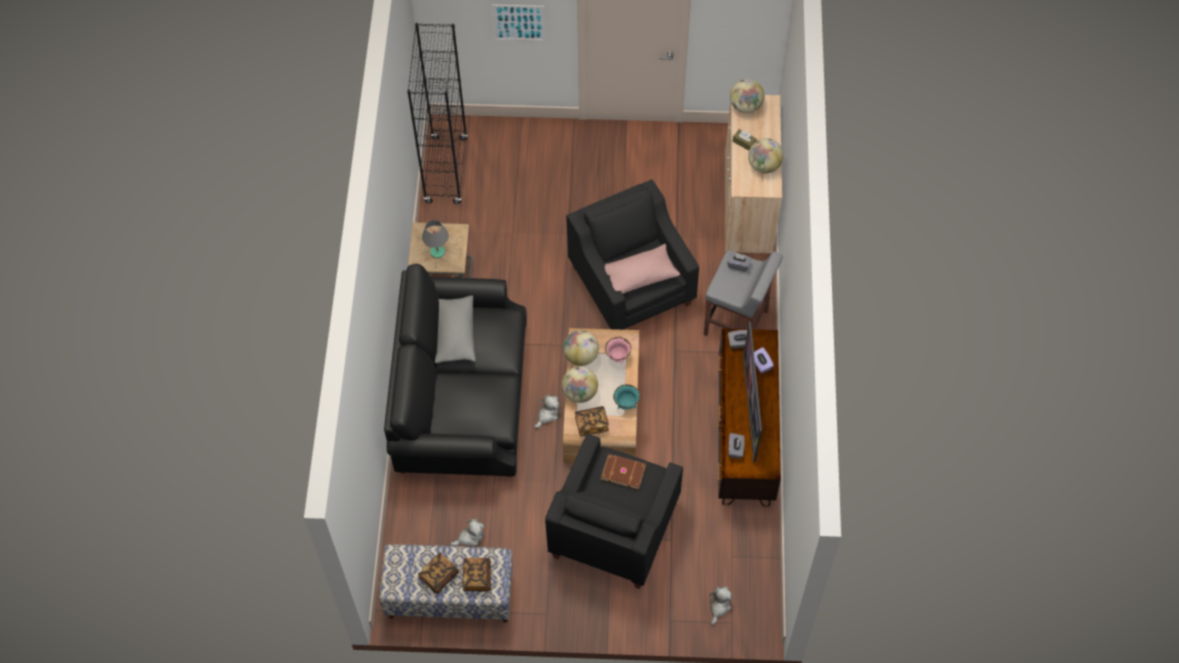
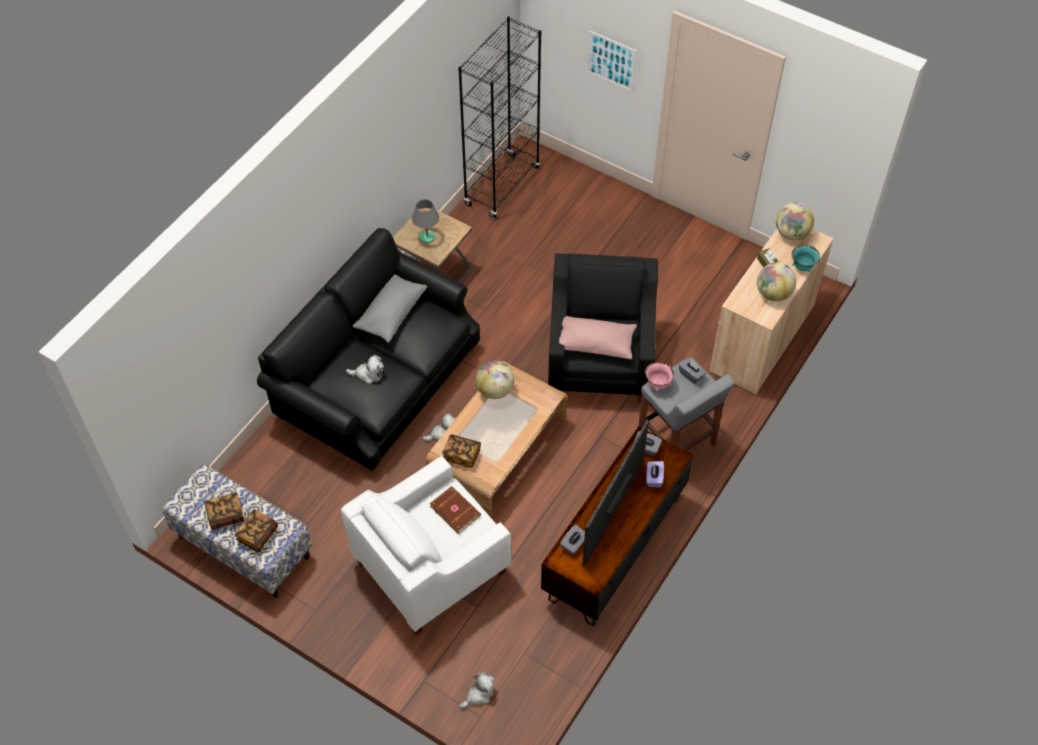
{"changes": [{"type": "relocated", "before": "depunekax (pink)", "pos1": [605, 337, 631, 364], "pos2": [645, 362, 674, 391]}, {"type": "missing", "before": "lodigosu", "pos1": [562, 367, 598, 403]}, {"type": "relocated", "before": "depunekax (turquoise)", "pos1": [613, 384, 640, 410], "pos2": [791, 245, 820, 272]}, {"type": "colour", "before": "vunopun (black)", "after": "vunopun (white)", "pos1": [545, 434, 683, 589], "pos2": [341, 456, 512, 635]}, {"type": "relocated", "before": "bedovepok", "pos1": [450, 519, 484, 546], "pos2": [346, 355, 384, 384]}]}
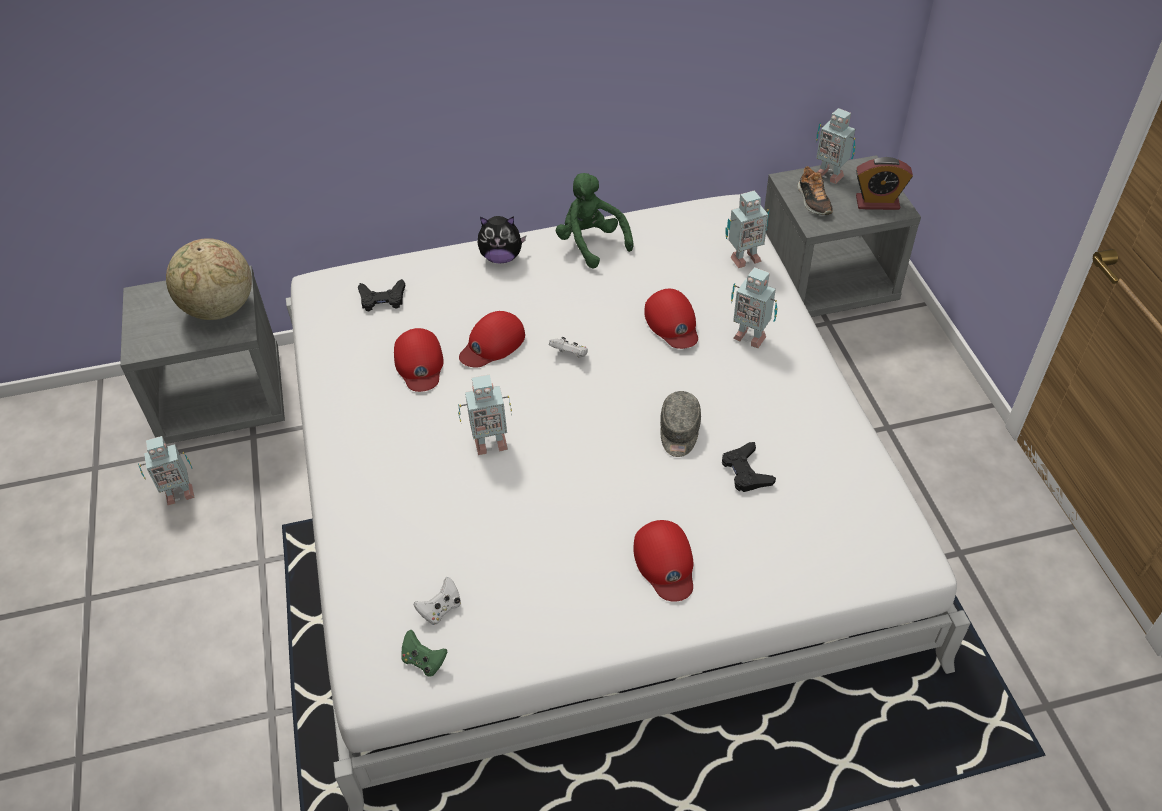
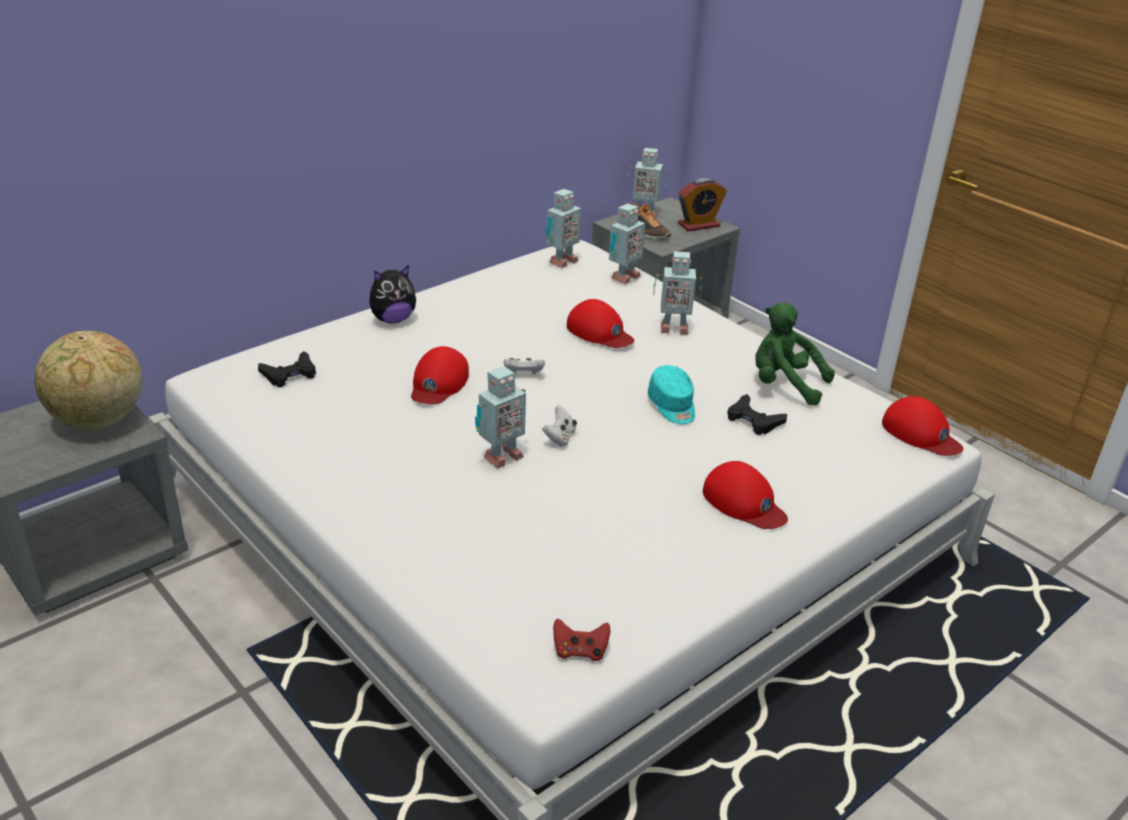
{"changes": [{"type": "relocated", "before": "bedovepok (green)", "pos1": [556, 173, 633, 269], "pos2": [755, 302, 835, 406]}, {"type": "relocated", "before": "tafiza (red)", "pos1": [394, 328, 444, 392], "pos2": [882, 396, 964, 456]}, {"type": "colour", "before": "tafiza (grey)", "after": "tafiza (turquoise)", "pos1": [660, 391, 701, 457], "pos2": [648, 365, 695, 424]}, {"type": "relocated", "before": "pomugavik", "pos1": [138, 436, 194, 505], "pos2": [546, 189, 581, 268]}, {"type": "relocated", "before": "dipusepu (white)", "pos1": [414, 577, 461, 625], "pos2": [542, 405, 577, 447]}, {"type": "colour", "before": "dipusepu (green)", "after": "dipusepu (red)", "pos1": [401, 630, 447, 677], "pos2": [553, 618, 611, 661]}]}
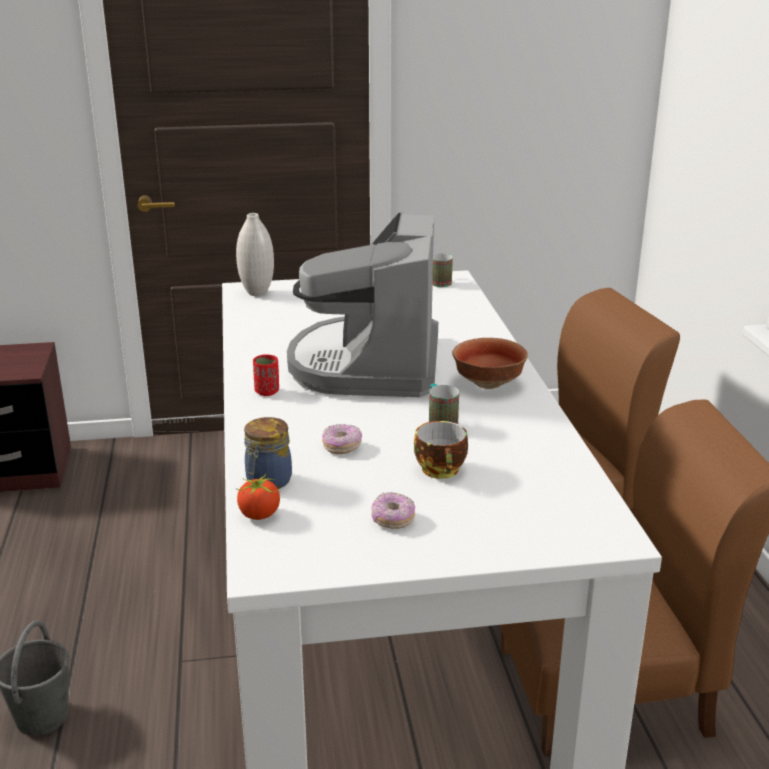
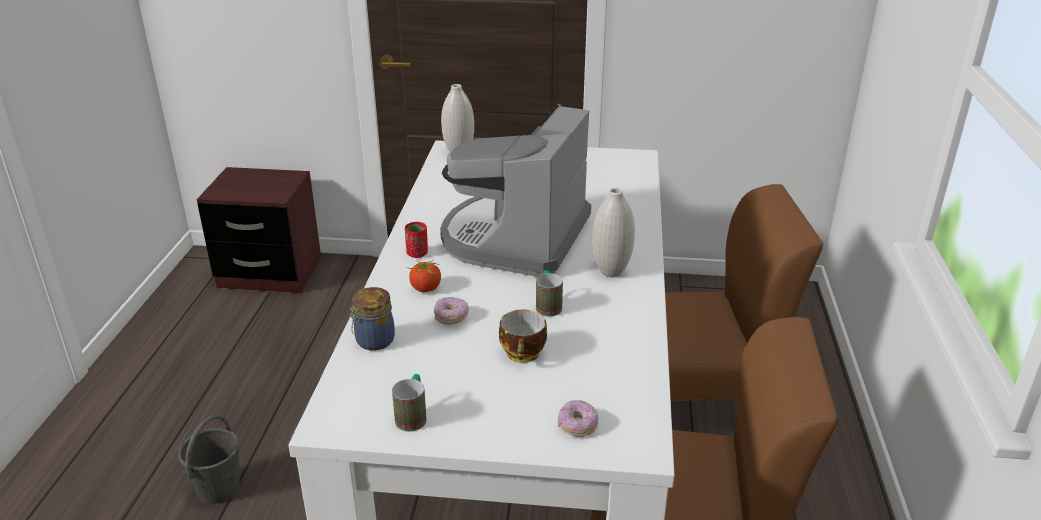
{"changes": [{"type": "relocated", "before": "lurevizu", "pos1": [432, 253, 453, 287], "pos2": [392, 374, 427, 432]}, {"type": "exchanged", "before": "depunekax", "after": "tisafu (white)", "pos1": [452, 338, 528, 389], "pos2": [592, 188, 635, 277]}, {"type": "relocated", "before": "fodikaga", "pos1": [236, 474, 280, 520], "pos2": [407, 260, 441, 292]}, {"type": "relocated", "before": "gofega", "pos1": [371, 492, 415, 529], "pos2": [558, 400, 599, 437]}]}
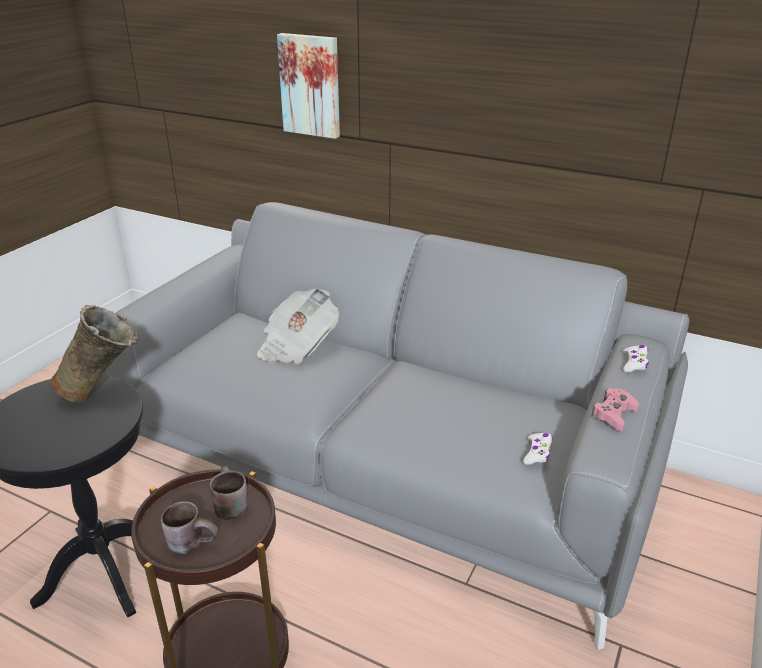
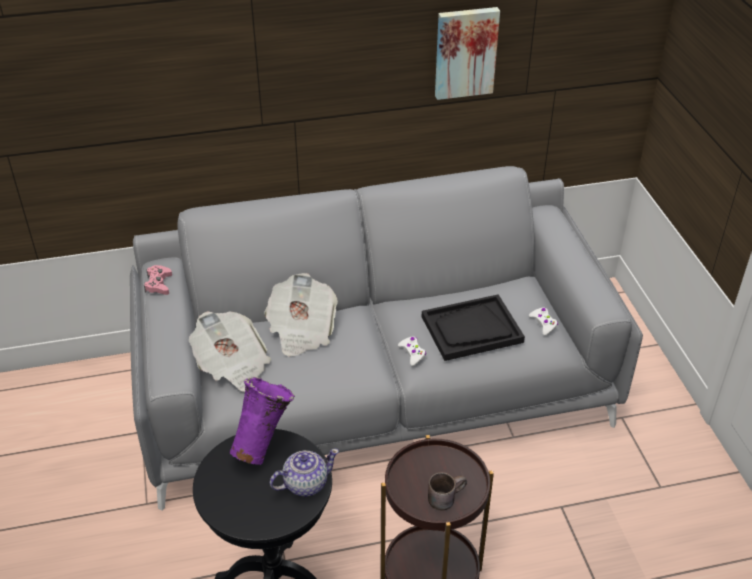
{"changes": [{"type": "relocated", "before": "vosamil", "pos1": [277, 33, 340, 139], "pos2": [435, 7, 500, 100]}, {"type": "colour", "before": "tisafu (beige)", "after": "tisafu (purple)", "pos1": [50, 305, 139, 402], "pos2": [230, 377, 295, 465]}, {"type": "relocated", "before": "dipusepu (white)", "pos1": [623, 345, 649, 373], "pos2": [398, 336, 426, 366]}, {"type": "relocated", "before": "dipusepu (pink)", "pos1": [591, 388, 639, 431], "pos2": [144, 265, 172, 295]}, {"type": "missing", "before": "lurevizu (brown)", "pos1": [209, 466, 248, 520]}, {"type": "appeared", "after": "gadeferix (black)", "pos2": [422, 294, 525, 361]}, {"type": "appeared", "after": "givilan", "pos2": [189, 311, 271, 392]}, {"type": "appeared", "after": "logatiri", "pos2": [270, 449, 339, 496]}]}
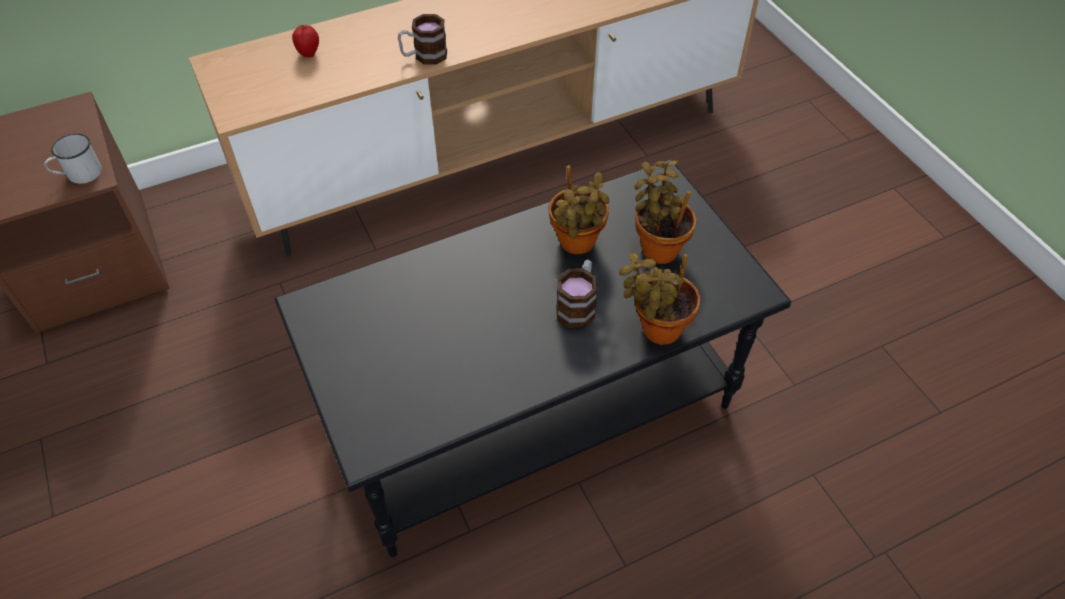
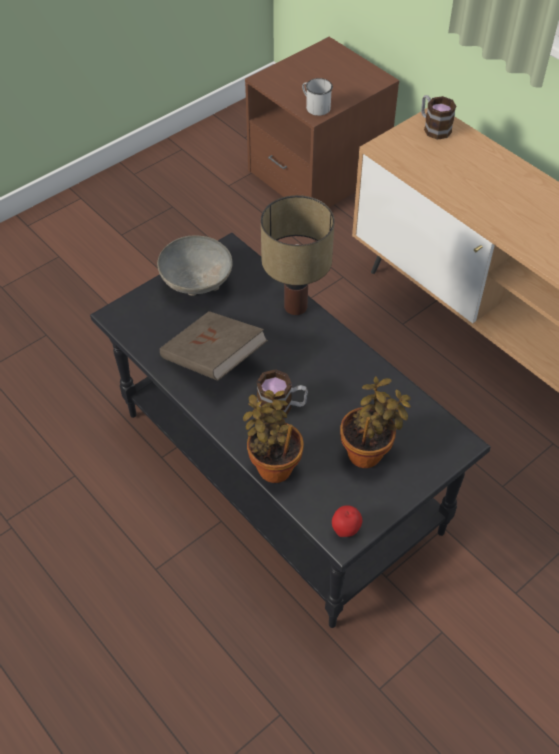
{"changes": [{"type": "relocated", "before": "lurevizu", "pos1": [398, 14, 447, 65], "pos2": [421, 95, 456, 140]}, {"type": "relocated", "before": "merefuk", "pos1": [292, 25, 319, 58], "pos2": [332, 505, 362, 537]}, {"type": "missing", "before": "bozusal", "pos1": [548, 165, 610, 254]}, {"type": "appeared", "after": "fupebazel", "pos2": [261, 195, 335, 315]}, {"type": "appeared", "after": "depunekax (grey)", "pos2": [157, 236, 233, 296]}, {"type": "appeared", "after": "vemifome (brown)", "pos2": [160, 311, 268, 381]}]}
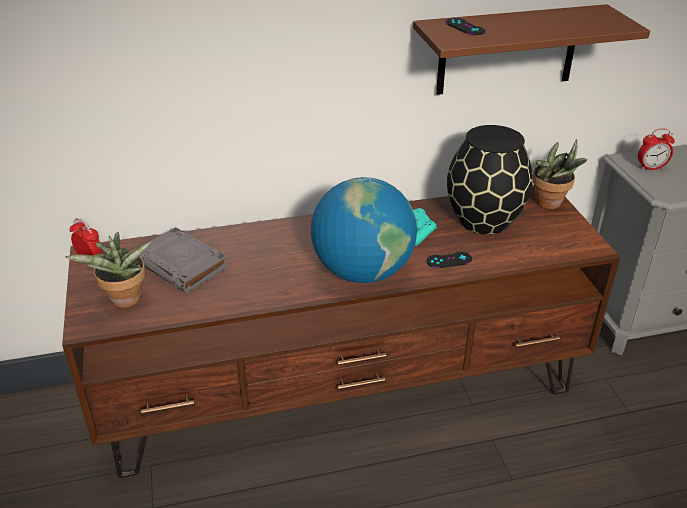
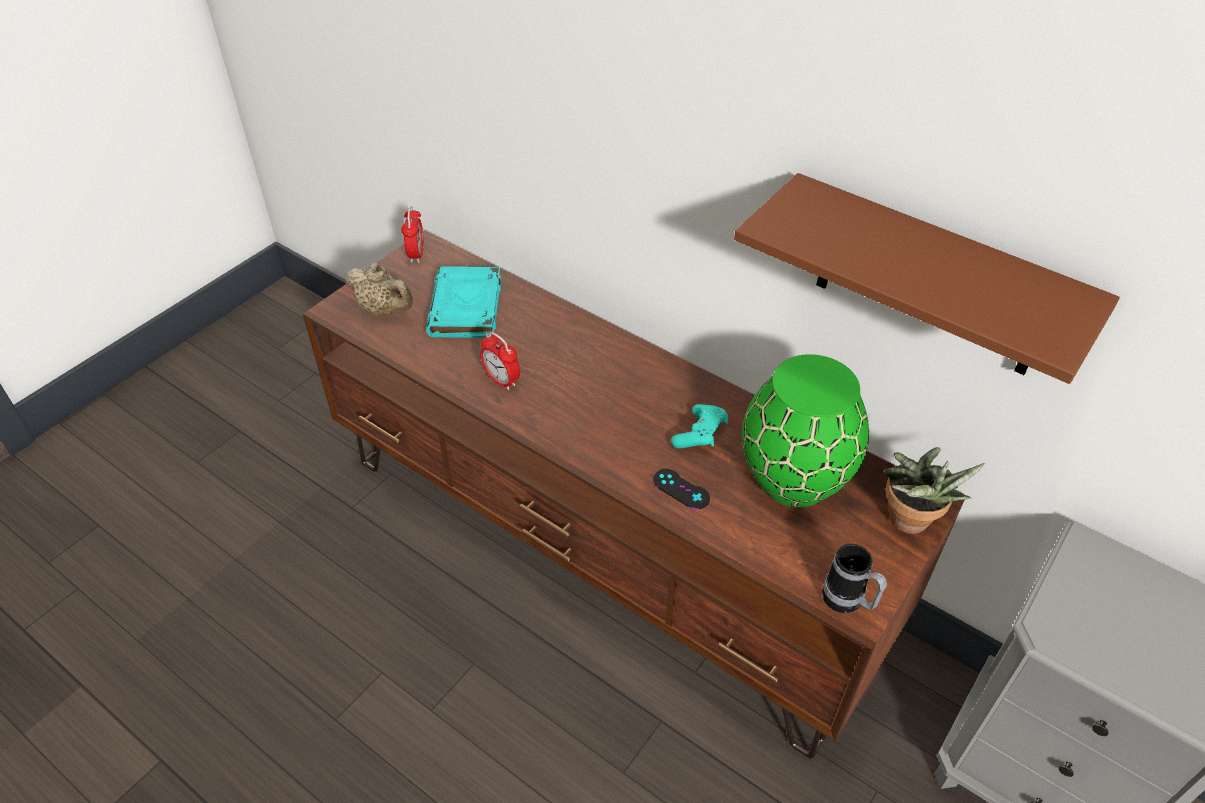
{"changes": [{"type": "missing", "before": "dipusepu (black)", "pos1": [446, 18, 485, 35]}, {"type": "colour", "before": "tisafu (black)", "after": "tisafu (green)", "pos1": [447, 125, 533, 235], "pos2": [742, 354, 869, 507]}, {"type": "relocated", "before": "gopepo", "pos1": [638, 128, 675, 170], "pos2": [480, 332, 520, 390]}, {"type": "missing", "before": "lodigosu", "pos1": [311, 177, 417, 283]}, {"type": "colour", "before": "vemifome (grey)", "after": "vemifome (turquoise)", "pos1": [139, 227, 228, 293], "pos2": [426, 266, 501, 338]}, {"type": "exchanged", "before": "bozusal", "after": "logatiri (beige)", "pos1": [65, 232, 151, 308], "pos2": [345, 262, 413, 315]}, {"type": "appeared", "after": "lurevizu", "pos2": [822, 544, 887, 613]}]}
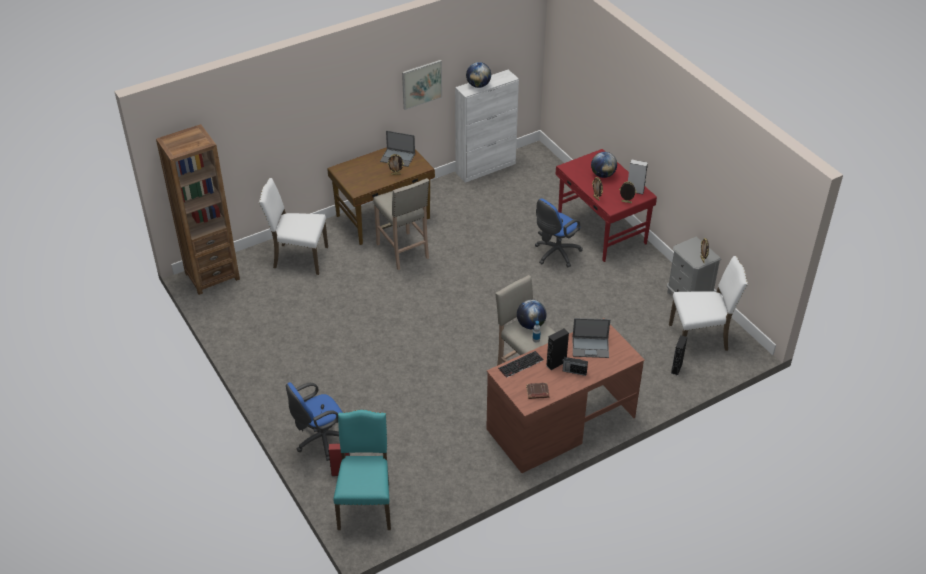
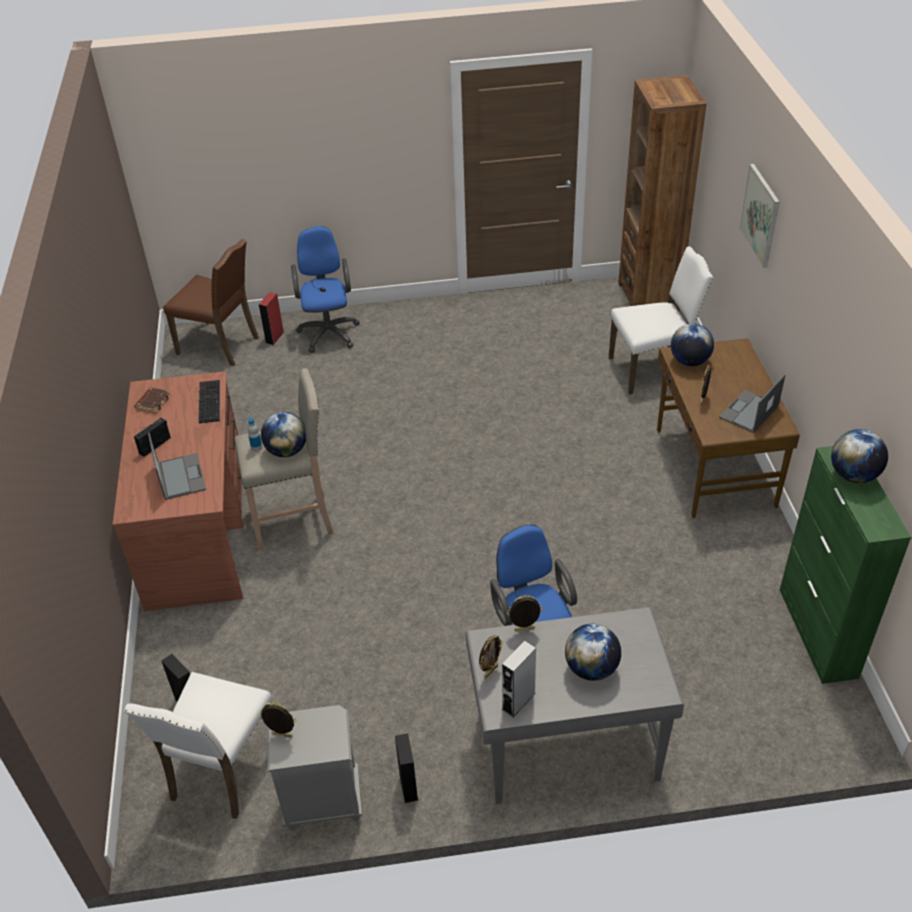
{"changes": [{"type": "relocated", "before": "vosamil", "pos1": [402, 60, 442, 110], "pos2": [739, 164, 780, 268]}, {"type": "colour", "before": "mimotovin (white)", "after": "mimotovin (green)", "pos1": [455, 70, 519, 183], "pos2": [780, 446, 911, 684]}, {"type": "colour", "before": "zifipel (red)", "after": "zifipel (grey)", "pos1": [556, 149, 657, 262], "pos2": [466, 607, 684, 804]}, {"type": "spun", "before": "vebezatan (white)", "pos1": [259, 178, 328, 275], "pos2": [609, 246, 714, 395], "turn": 45}, {"type": "missing", "before": "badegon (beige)", "pos1": [373, 178, 429, 270]}, {"type": "spun", "before": "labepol", "pos1": [573, 318, 610, 358], "pos2": [148, 432, 206, 500], "turn": 135}, {"type": "relocated", "before": "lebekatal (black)", "pos1": [546, 329, 569, 370], "pos2": [395, 733, 418, 803]}, {"type": "colour", "before": "vebezatan (turquoise)", "after": "vebezatan (brown)", "pos1": [333, 410, 391, 530], "pos2": [164, 239, 259, 366]}, {"type": "appeared", "after": "lodigosu", "pos2": [671, 323, 714, 366]}]}
